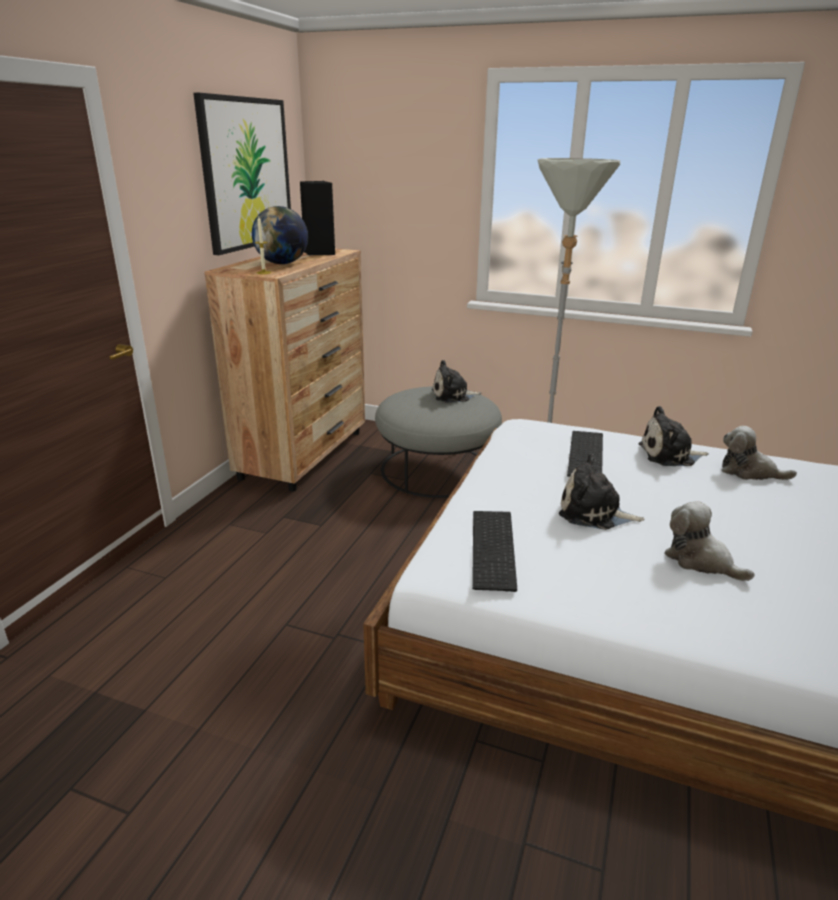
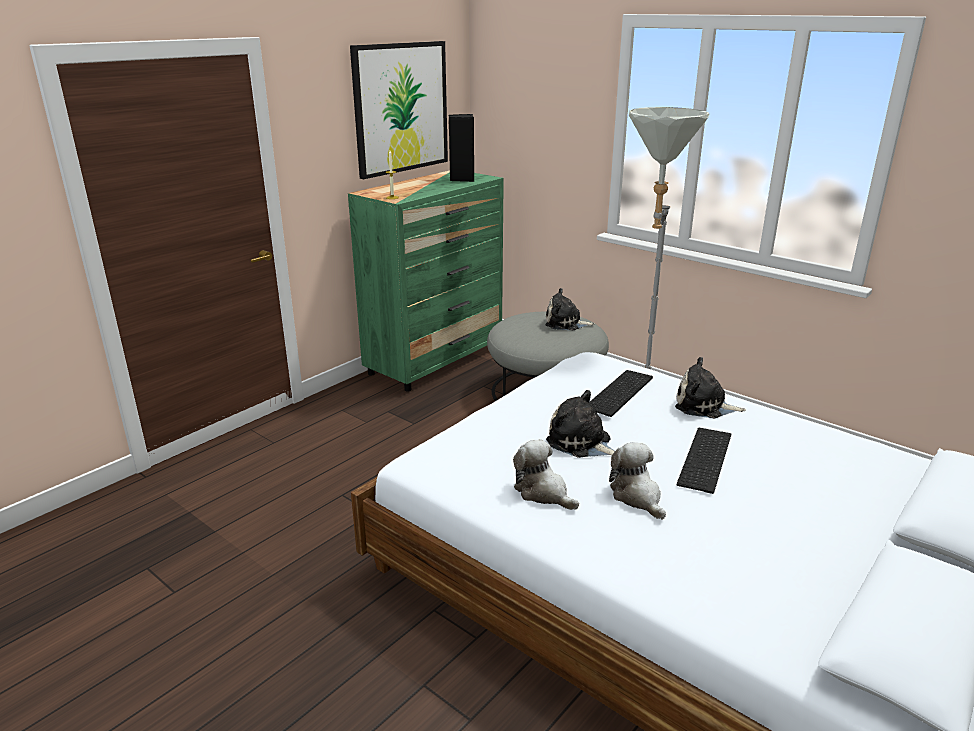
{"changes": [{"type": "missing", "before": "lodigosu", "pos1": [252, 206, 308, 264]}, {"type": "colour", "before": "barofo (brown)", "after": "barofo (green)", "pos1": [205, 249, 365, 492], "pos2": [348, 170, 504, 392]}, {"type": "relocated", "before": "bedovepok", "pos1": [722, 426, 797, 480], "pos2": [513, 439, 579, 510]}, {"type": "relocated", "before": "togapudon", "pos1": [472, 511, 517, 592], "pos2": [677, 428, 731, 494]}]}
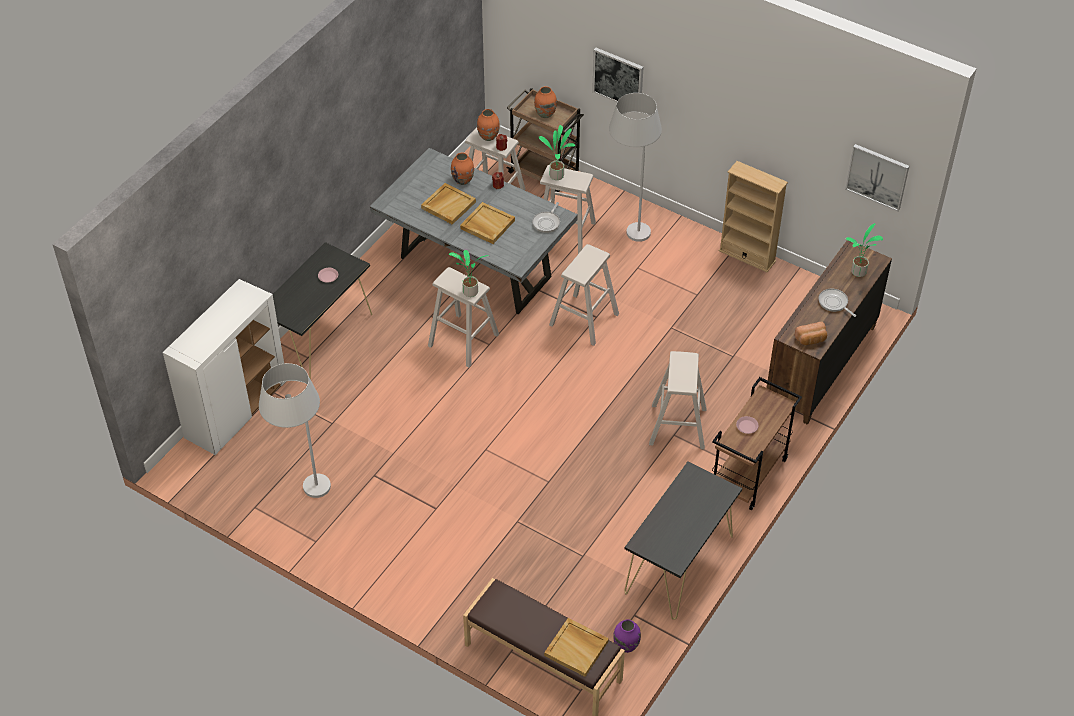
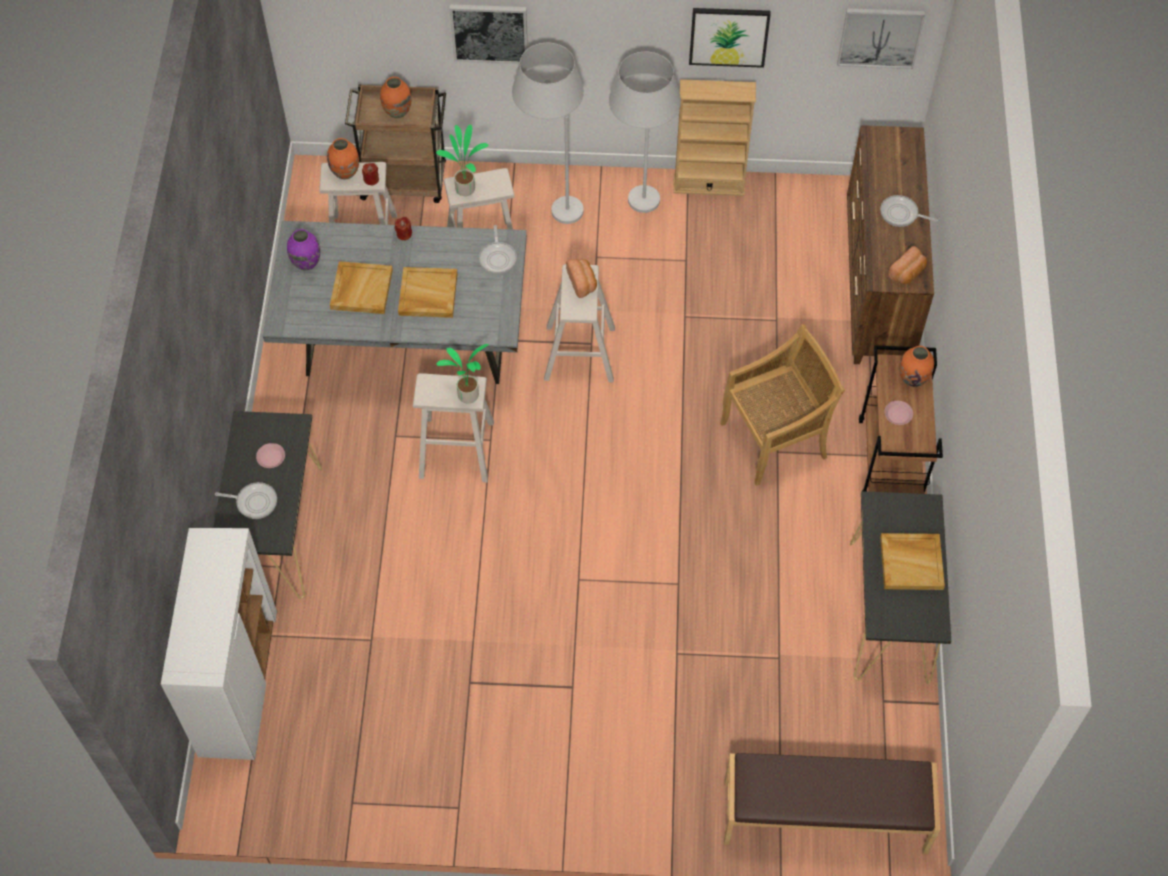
{"changes": [{"type": "relocated", "before": "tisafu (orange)", "pos1": [451, 153, 474, 185], "pos2": [899, 346, 934, 387]}, {"type": "missing", "before": "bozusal", "pos1": [845, 223, 883, 277]}, {"type": "exchanged", "before": "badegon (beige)", "after": "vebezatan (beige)", "pos1": [649, 351, 706, 449], "pos2": [720, 324, 845, 486]}, {"type": "relocated", "before": "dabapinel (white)", "pos1": [259, 363, 331, 498], "pos2": [609, 52, 681, 213]}, {"type": "relocated", "before": "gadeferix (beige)", "pos1": [544, 618, 609, 677], "pos2": [880, 533, 945, 590]}, {"type": "relocated", "before": "tisafu (purple)", "pos1": [613, 619, 641, 653], "pos2": [287, 229, 320, 271]}, {"type": "appeared", "after": "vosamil", "pos2": [689, 8, 771, 68]}, {"type": "appeared", "after": "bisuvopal", "pos2": [566, 259, 597, 298]}, {"type": "appeared", "after": "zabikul", "pos2": [215, 482, 277, 519]}]}
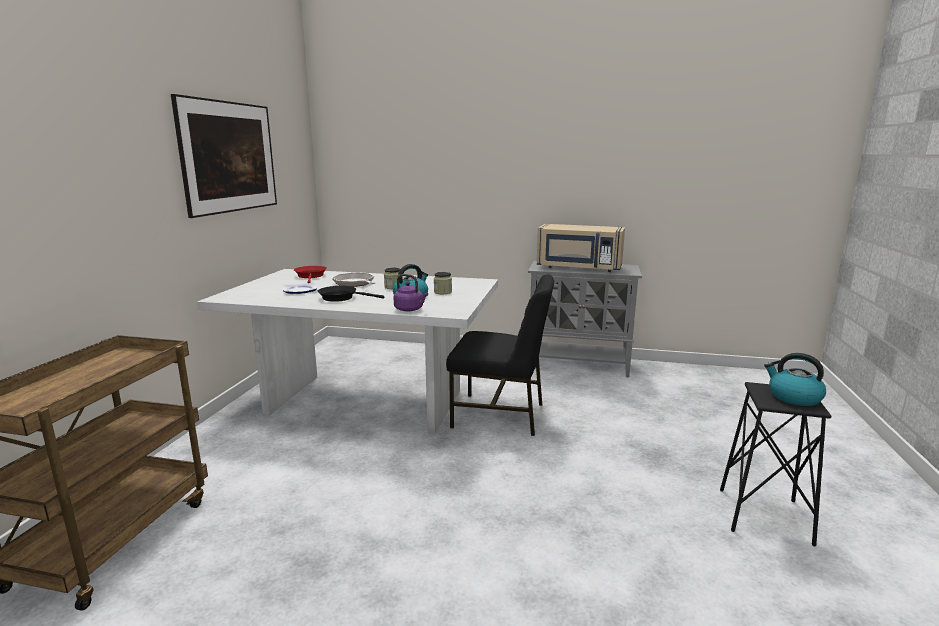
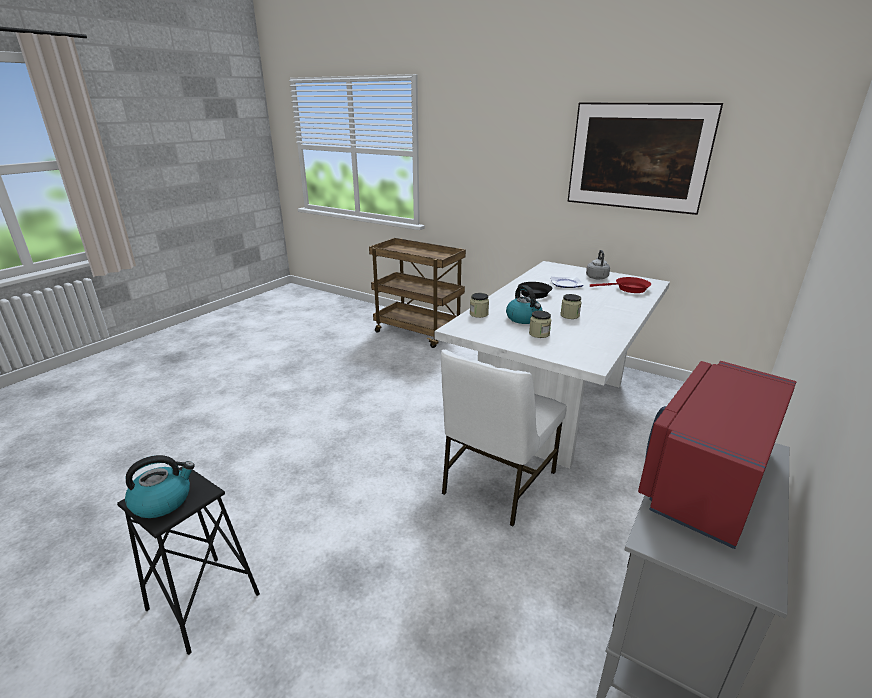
{"changes": [{"type": "colour", "before": "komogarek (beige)", "after": "komogarek (red)", "pos1": [537, 224, 625, 272], "pos2": [638, 361, 796, 549]}, {"type": "missing", "before": "zabikul", "pos1": [332, 273, 375, 287]}, {"type": "exchanged", "before": "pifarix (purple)", "after": "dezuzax", "pos1": [394, 274, 428, 311], "pos2": [470, 293, 489, 318]}, {"type": "colour", "before": "vebezatan (black)", "after": "vebezatan (white)", "pos1": [446, 274, 554, 436], "pos2": [441, 350, 567, 526]}, {"type": "appeared", "after": "pifarix (grey)", "pos2": [586, 250, 610, 279]}]}
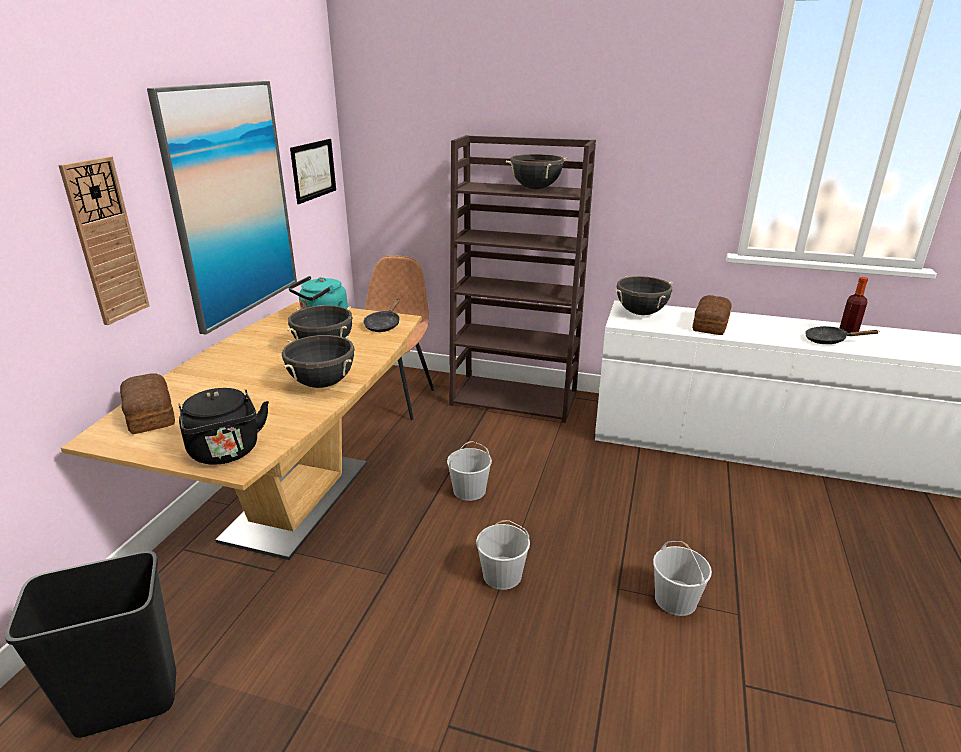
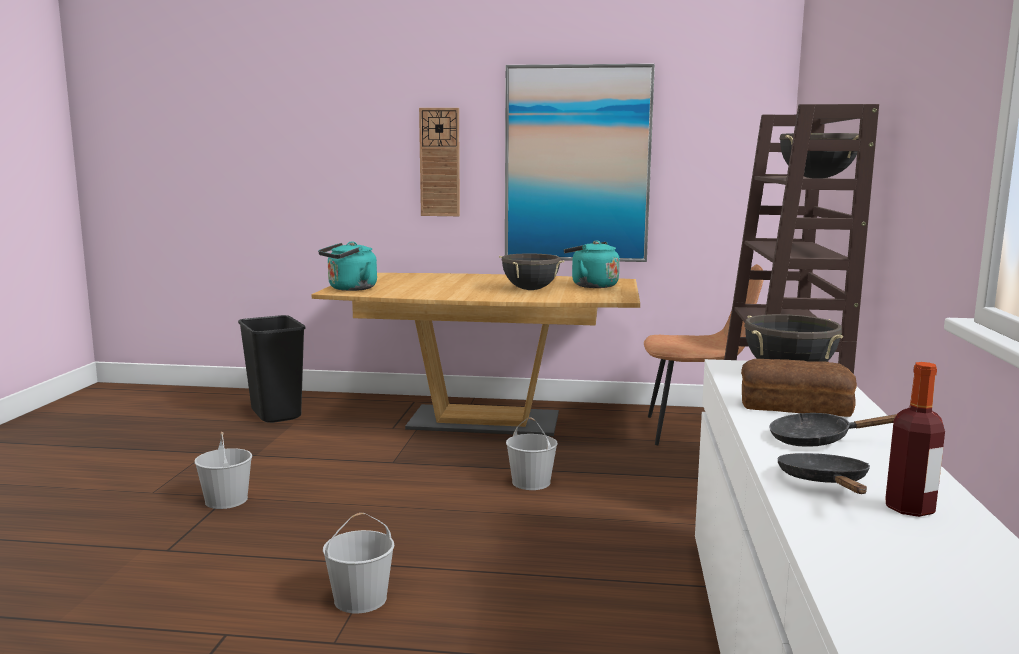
{"changes": [{"type": "missing", "before": "vosamil", "pos1": [290, 139, 336, 204]}, {"type": "relocated", "before": "zabikul (black)", "pos1": [363, 299, 400, 332], "pos2": [769, 413, 897, 447]}, {"type": "missing", "before": "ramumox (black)", "pos1": [282, 335, 355, 388]}, {"type": "missing", "before": "bisuvopal", "pos1": [120, 373, 175, 434]}, {"type": "colour", "before": "pifarix (black)", "after": "pifarix (turquoise)", "pos1": [179, 388, 269, 465], "pos2": [318, 242, 377, 291]}, {"type": "relocated", "before": "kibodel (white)", "pos1": [476, 520, 530, 590], "pos2": [194, 432, 252, 509]}]}
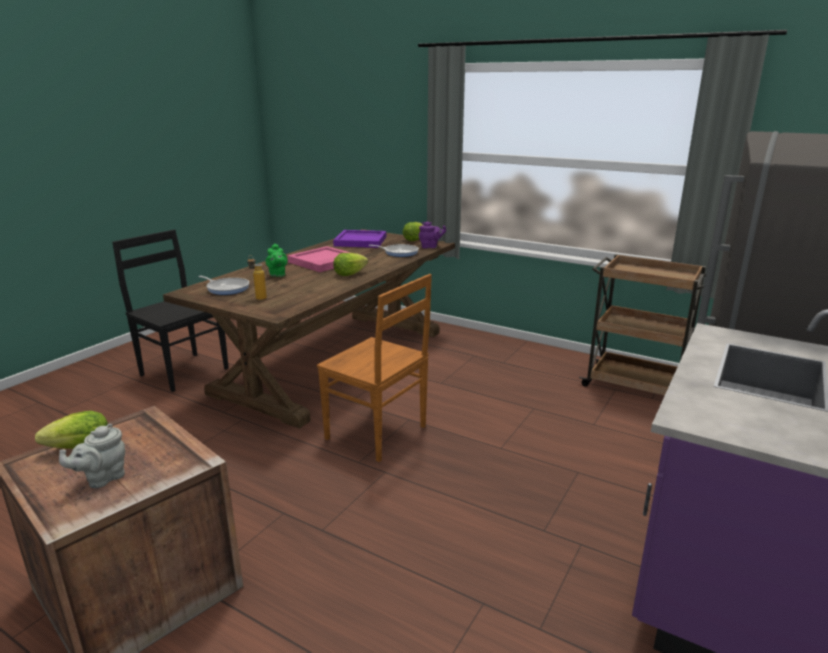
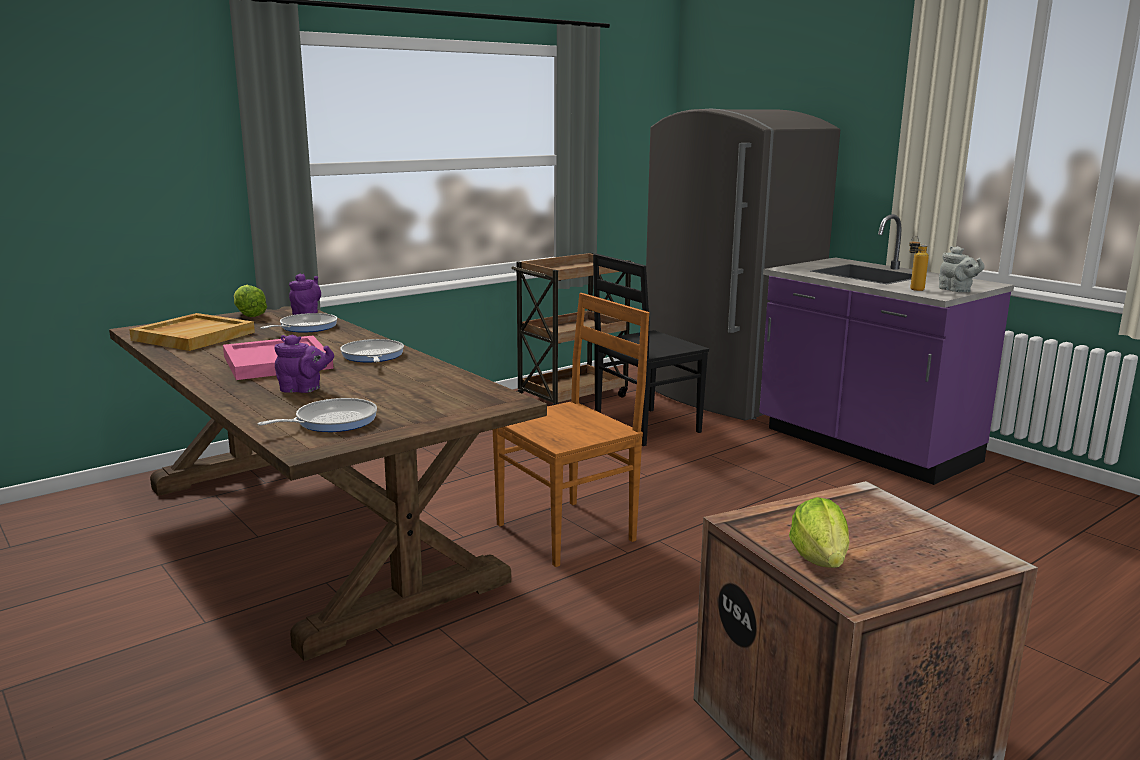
{"changes": [{"type": "relocated", "before": "vebezatan (black)", "pos1": [112, 230, 229, 392], "pos2": [593, 253, 709, 446]}, {"type": "colour", "before": "gadeferix (purple)", "after": "gadeferix (beige)", "pos1": [333, 230, 386, 248], "pos2": [129, 313, 255, 351]}, {"type": "colour", "before": "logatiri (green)", "after": "logatiri (purple)", "pos1": [265, 244, 288, 277], "pos2": [275, 334, 334, 393]}, {"type": "exchanged", "before": "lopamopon", "after": "zabikul", "pos1": [333, 253, 368, 276], "pos2": [340, 339, 404, 363]}, {"type": "relocated", "before": "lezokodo", "pos1": [247, 255, 267, 300], "pos2": [909, 236, 929, 291]}, {"type": "relocated", "before": "logatiri (grey)", "pos1": [59, 424, 125, 488], "pos2": [939, 246, 985, 292]}]}
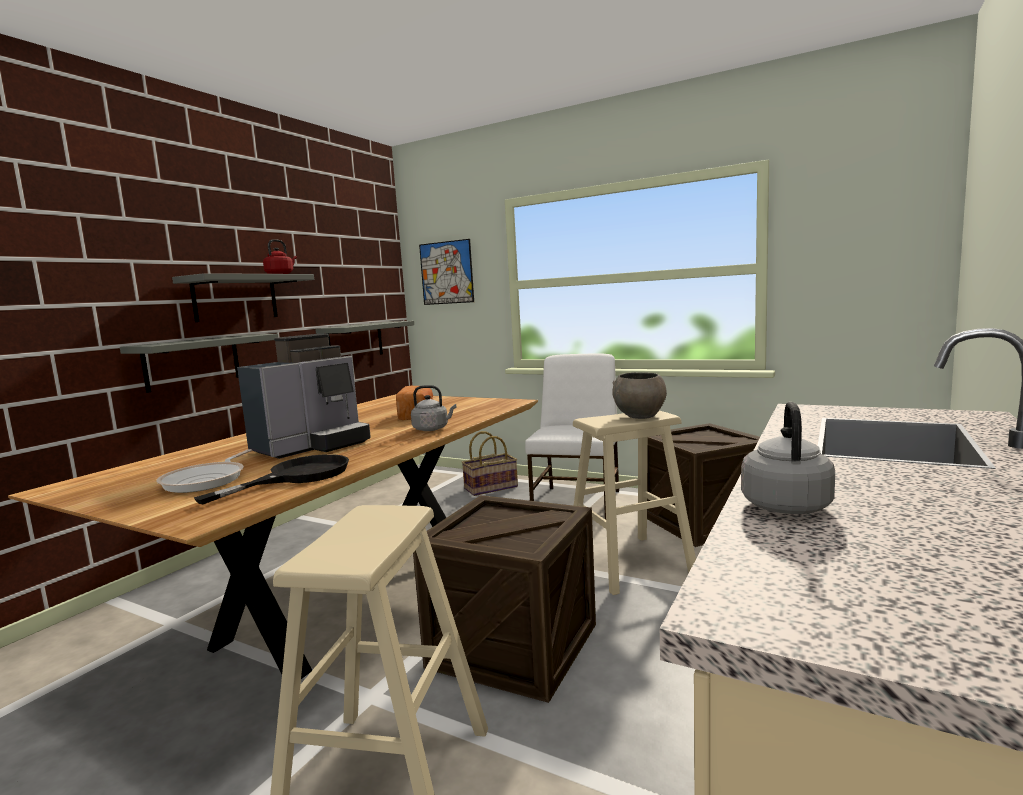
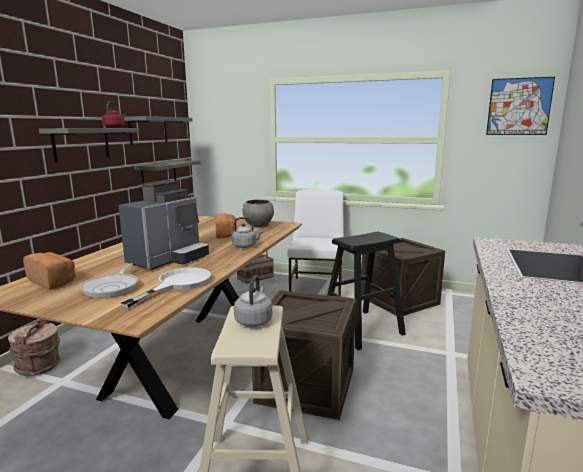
{"changes": [{"type": "relocated", "before": "vosamil", "pos1": [419, 239, 474, 305], "pos2": [486, 77, 555, 135]}, {"type": "relocated", "before": "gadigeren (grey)", "pos1": [120, 334, 278, 393], "pos2": [124, 116, 193, 145]}, {"type": "relocated", "before": "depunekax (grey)", "pos1": [612, 372, 667, 419], "pos2": [242, 199, 274, 228]}, {"type": "relocated", "before": "pifarix (grey)", "pos1": [741, 402, 835, 514], "pos2": [234, 276, 272, 327]}, {"type": "colour", "before": "badegon (beige)", "after": "badegon (black)", "pos1": [573, 411, 696, 595], "pos2": [327, 232, 406, 350]}, {"type": "colour", "before": "zabikul (black)", "after": "zabikul (white)", "pos1": [194, 454, 349, 504], "pos2": [121, 268, 211, 308]}, {"type": "appeared", "after": "bisuvopal", "pos2": [23, 252, 76, 289]}, {"type": "appeared", "after": "kibodel (brown)", "pos2": [8, 319, 60, 376]}]}
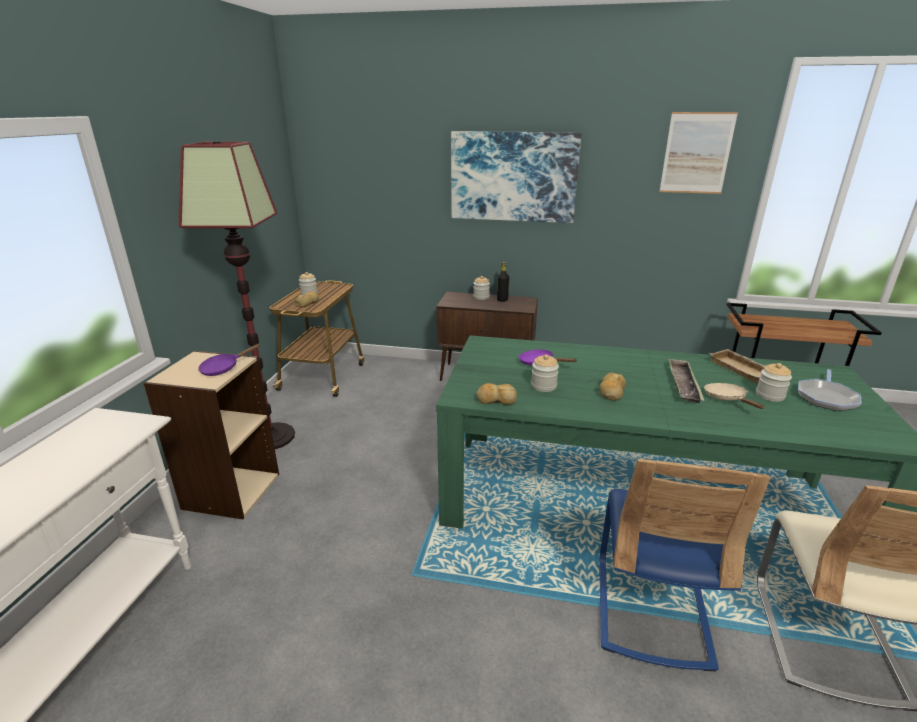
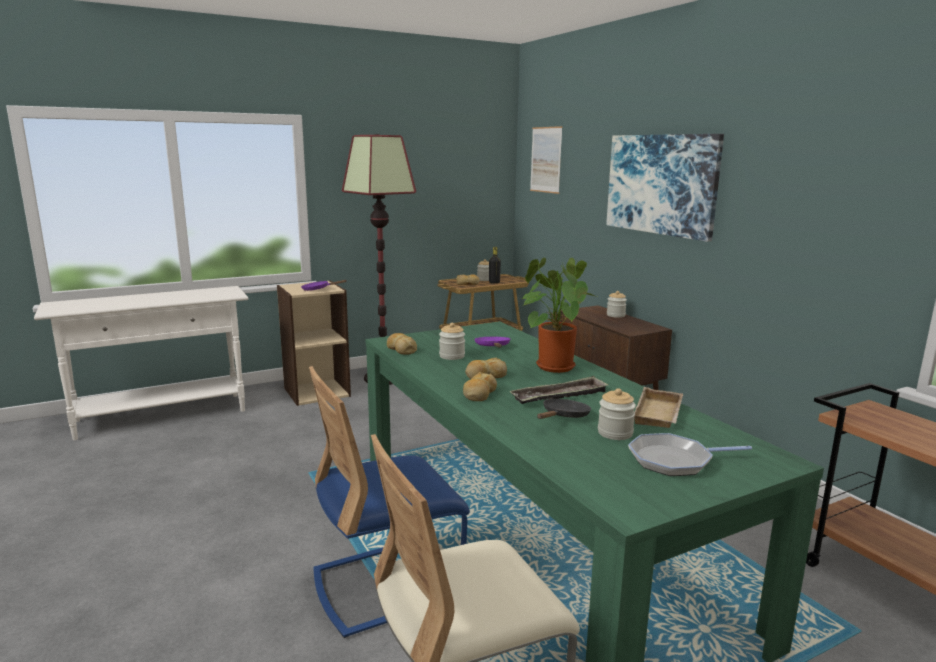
{"changes": [{"type": "relocated", "before": "vosamil", "pos1": [659, 112, 738, 194], "pos2": [530, 126, 563, 194]}, {"type": "relocated", "before": "lezokodo (black)", "pos1": [497, 262, 509, 302], "pos2": [489, 247, 501, 284]}, {"type": "colour", "before": "zabikul (beige)", "after": "zabikul (black)", "pos1": [704, 383, 765, 409], "pos2": [537, 399, 591, 419]}, {"type": "appeared", "after": "bozusal", "pos2": [522, 258, 597, 373]}, {"type": "appeared", "after": "bisuvopal", "pos2": [463, 372, 497, 401]}]}
